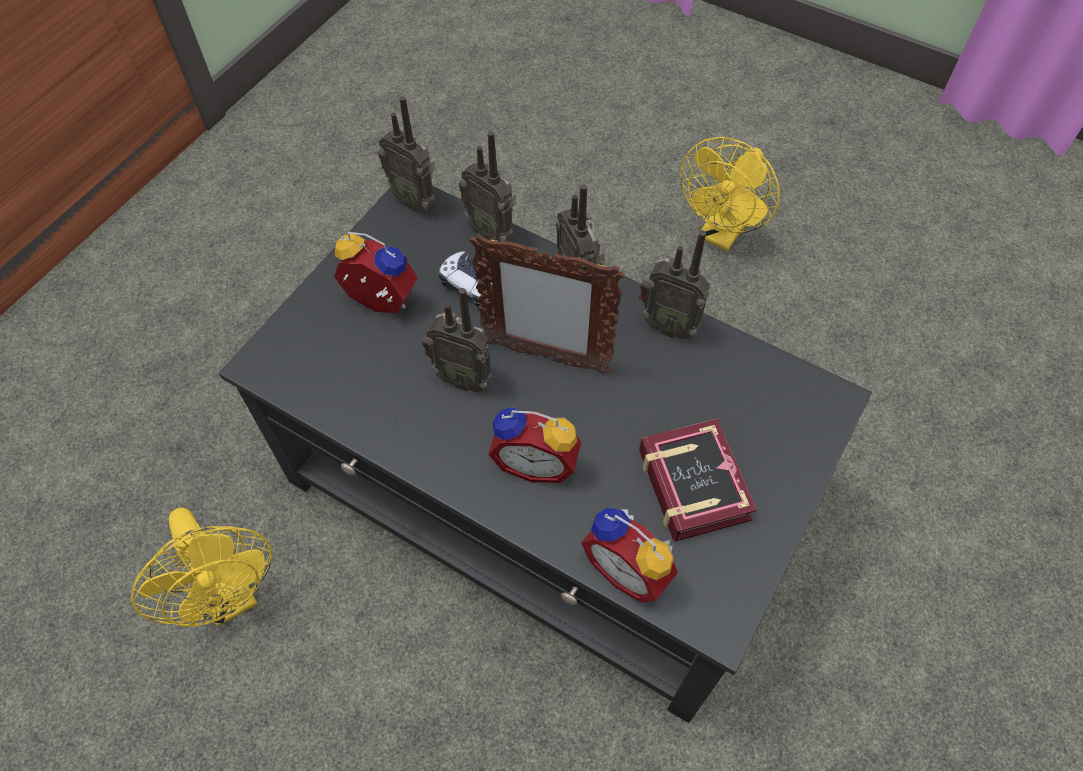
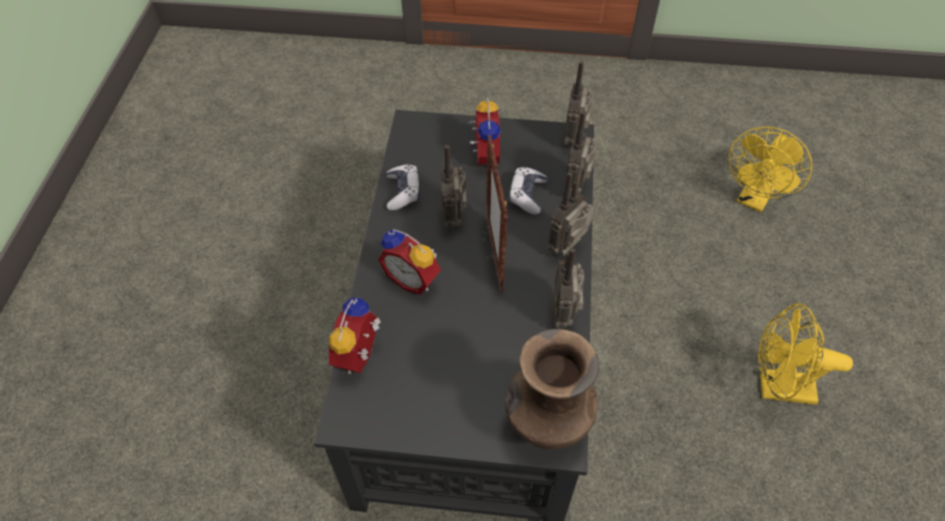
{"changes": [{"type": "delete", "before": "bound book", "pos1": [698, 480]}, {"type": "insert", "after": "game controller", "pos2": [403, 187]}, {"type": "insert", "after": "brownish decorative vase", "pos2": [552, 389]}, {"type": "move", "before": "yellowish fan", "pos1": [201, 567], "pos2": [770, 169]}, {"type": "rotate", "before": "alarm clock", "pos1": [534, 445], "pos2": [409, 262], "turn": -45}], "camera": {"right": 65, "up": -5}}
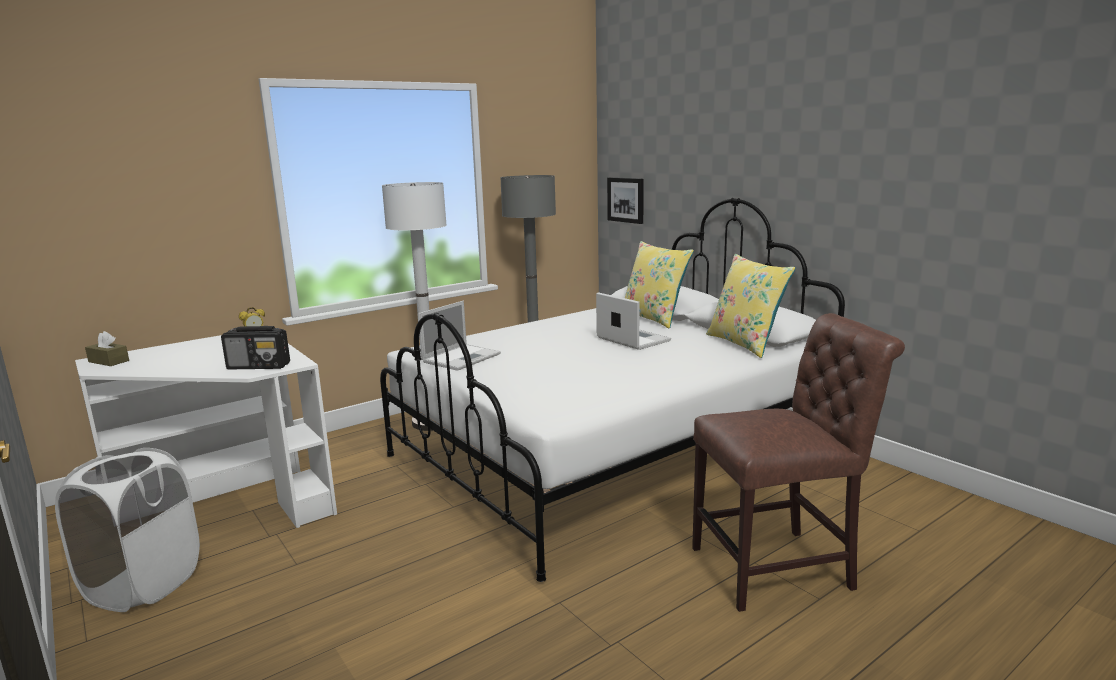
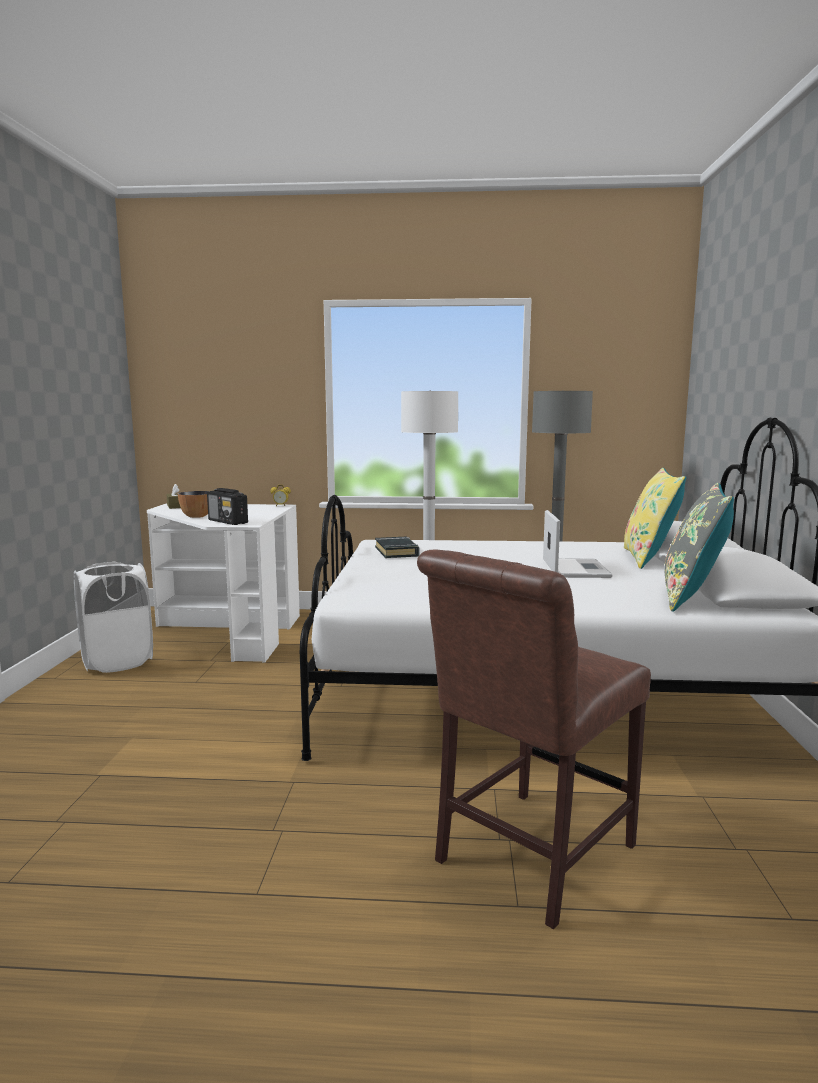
{"changes": [{"type": "delete", "before": "wall art", "pos1": [625, 200]}, {"type": "insert", "after": "serving bowl", "pos2": [194, 504]}, {"type": "replace", "before": "portable computer", "after": "black bound book", "pos1": [459, 336], "pos2": [397, 547]}, {"type": "recolor", "before": "yellowish throw pillow", "after": "gray throw pillow", "pos1": [750, 306], "pos2": [699, 547]}, {"type": "rotate", "before": "brownish upright chair", "pos1": [798, 462], "pos2": [534, 739], "turn": 105}], "camera": {"right": 40, "up": -5}}
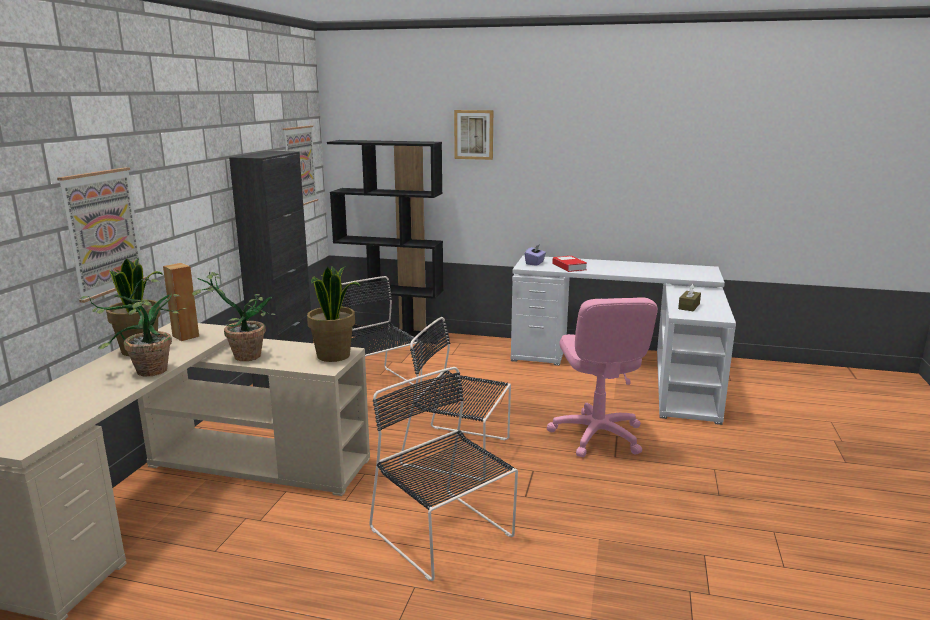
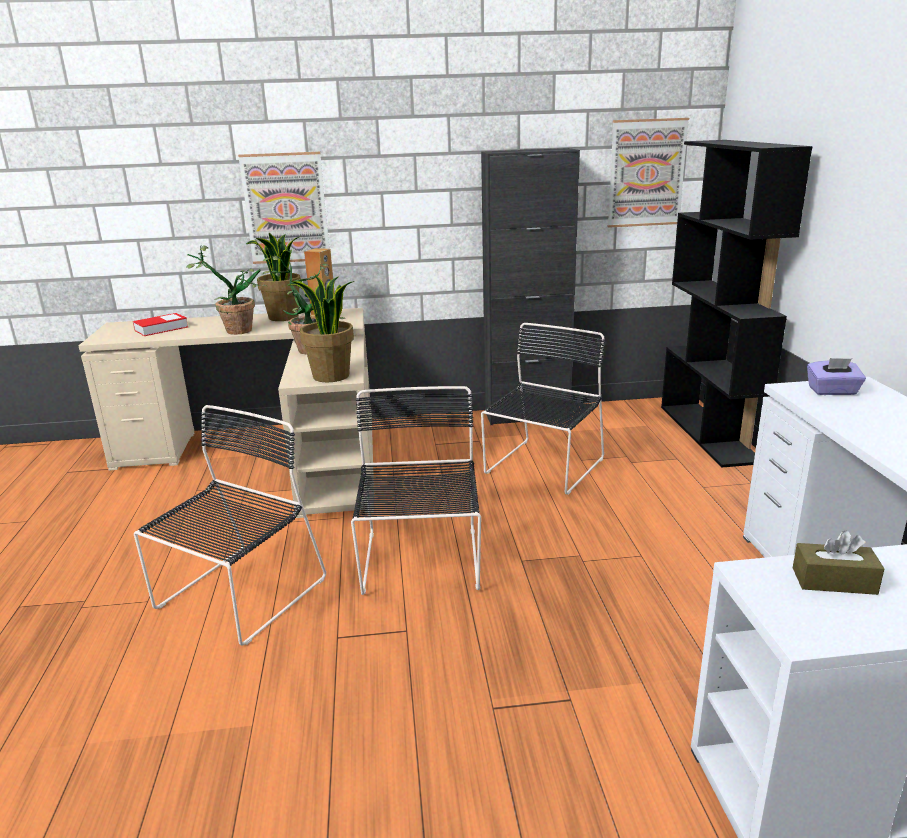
{"changes": [{"type": "delete", "before": "wall art", "pos1": [473, 135]}, {"type": "delete", "before": "pink-coloured office chair", "pos1": [602, 377]}, {"type": "move", "before": "bound book", "pos1": [569, 264], "pos2": [160, 324]}], "camera": {"right": 70, "up": 5}}
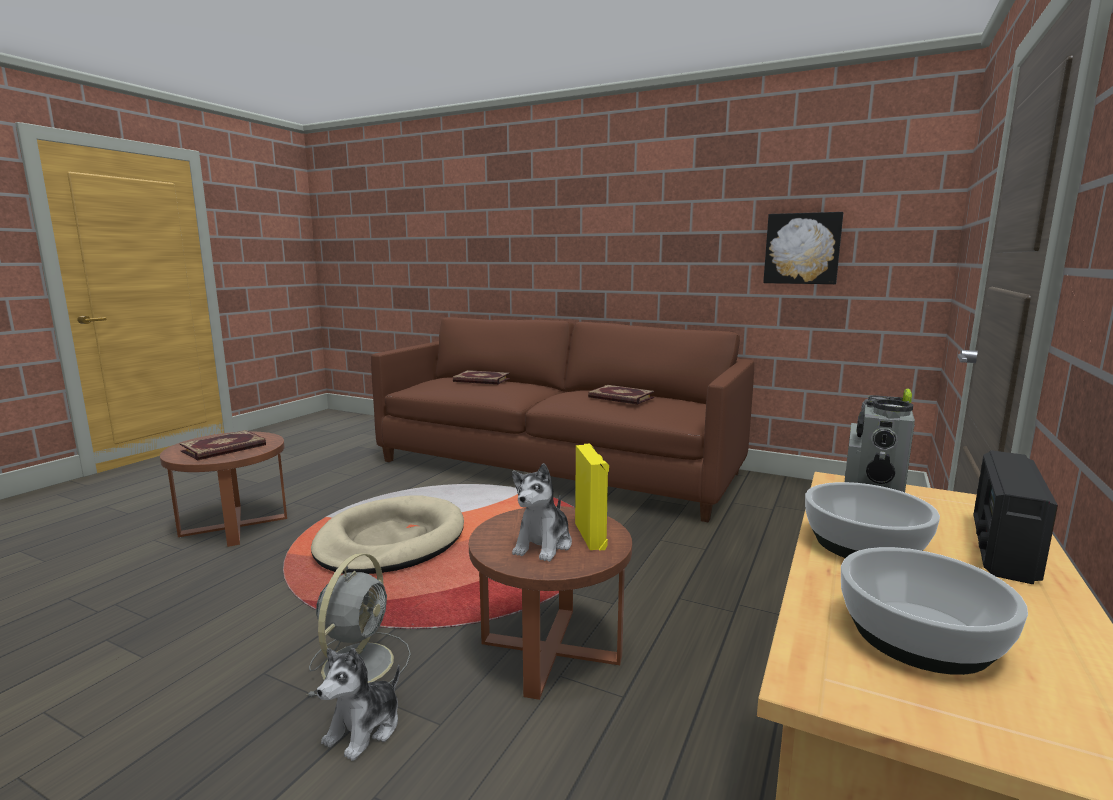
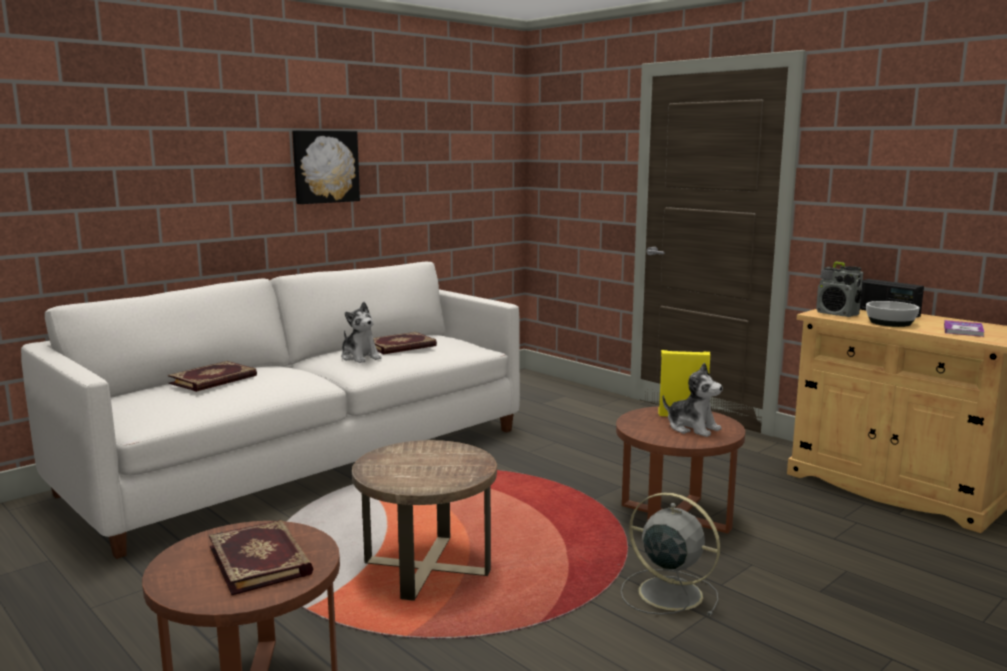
{"changes": [{"type": "move", "before": "soft toy", "pos1": [358, 704], "pos2": [361, 332]}, {"type": "move", "before": "wall art", "pos1": [803, 248], "pos2": [326, 167]}, {"type": "replace", "before": "sand-coloured pet bed", "after": "brownish side table", "pos1": [387, 534], "pos2": [424, 520]}, {"type": "replace", "before": "serving bowl", "after": "bound book", "pos1": [934, 611], "pos2": [964, 328]}, {"type": "recolor", "before": "brownish sofa", "after": "white sofa", "pos1": [562, 420], "pos2": [270, 410]}], "camera": {"right": -70, "up": 0}}
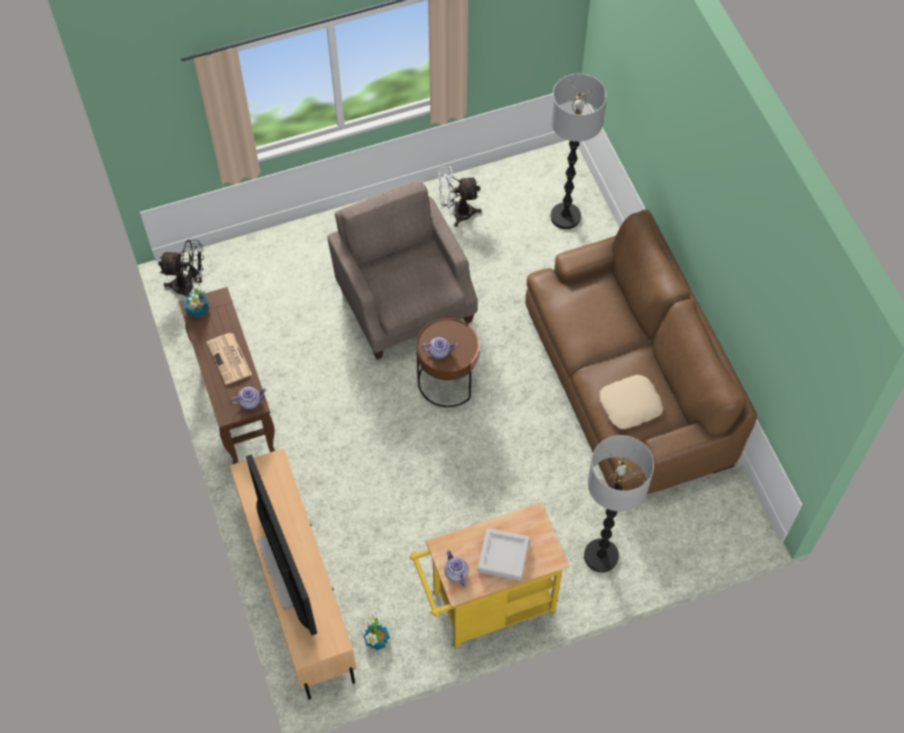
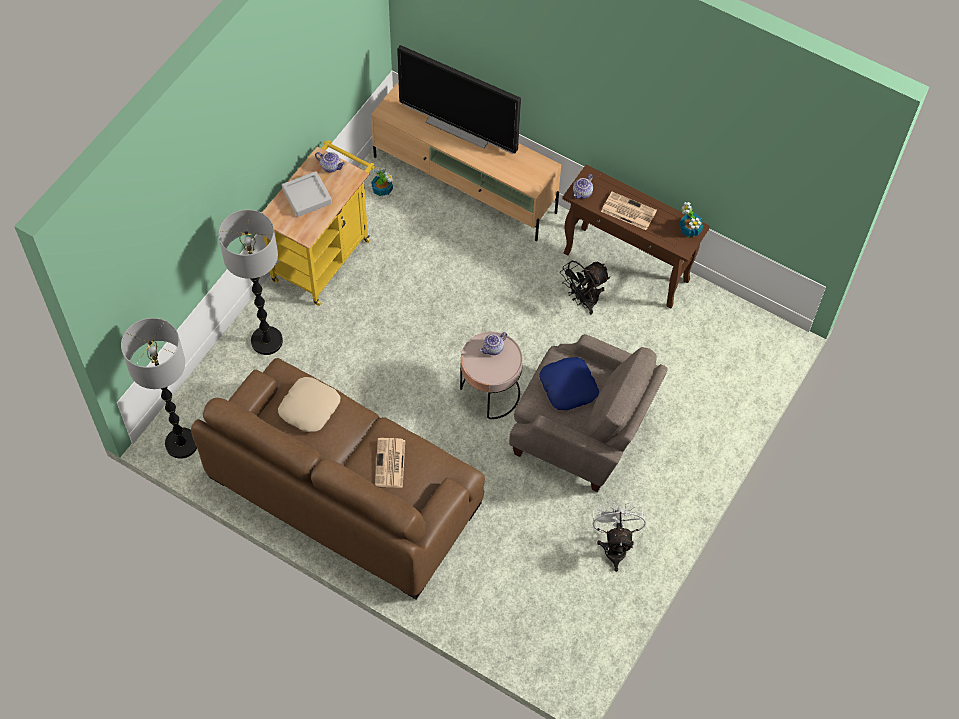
{"changes": [{"type": "insert", "after": "daily paper", "pos2": [390, 463]}, {"type": "insert", "after": "bluish throw pillow", "pos2": [569, 383]}, {"type": "move", "before": "black fan", "pos1": [181, 268], "pos2": [585, 288]}, {"type": "move", "before": "standing lamp", "pos1": [578, 151], "pos2": [159, 388]}, {"type": "recolor", "before": "brownish side table", "after": "pink-coloured side table", "pos1": [447, 362], "pos2": [491, 375]}, {"type": "rotate", "before": "white fan", "pos1": [460, 196], "pos2": [619, 537], "turn": -45}], "camera": {"right": 140, "up": 0}}
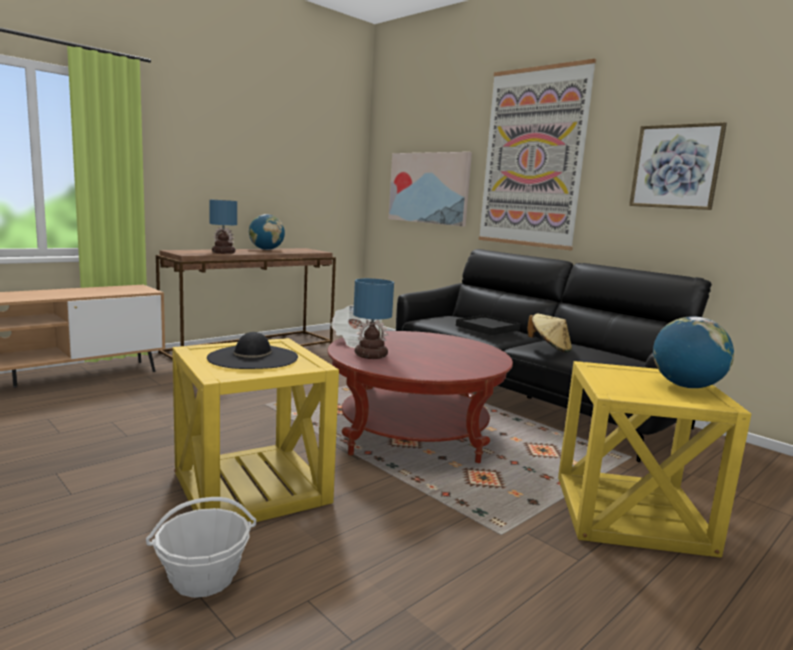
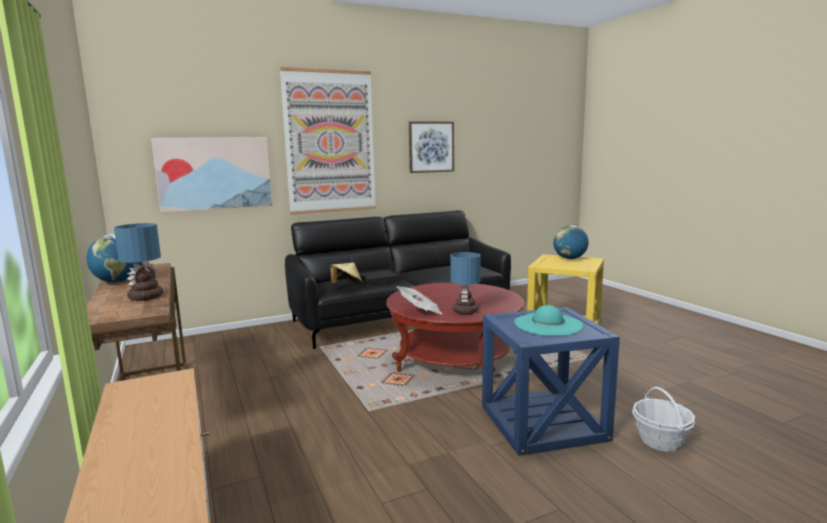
{"changes": [{"type": "move", "before": "sand-coloured hat", "pos1": [550, 333], "pos2": [346, 273]}, {"type": "recolor", "before": "yellowish side table", "after": "bluish side table", "pos1": [255, 430], "pos2": [551, 381]}, {"type": "recolor", "before": "black hat", "after": "blue-green hat", "pos1": [252, 350], "pos2": [549, 320]}], "camera": {"right": -70, "up": 0}}
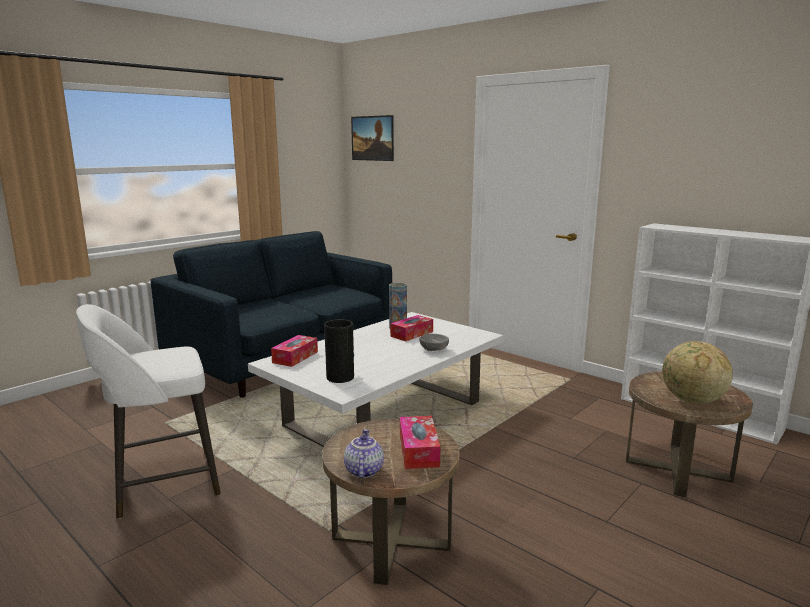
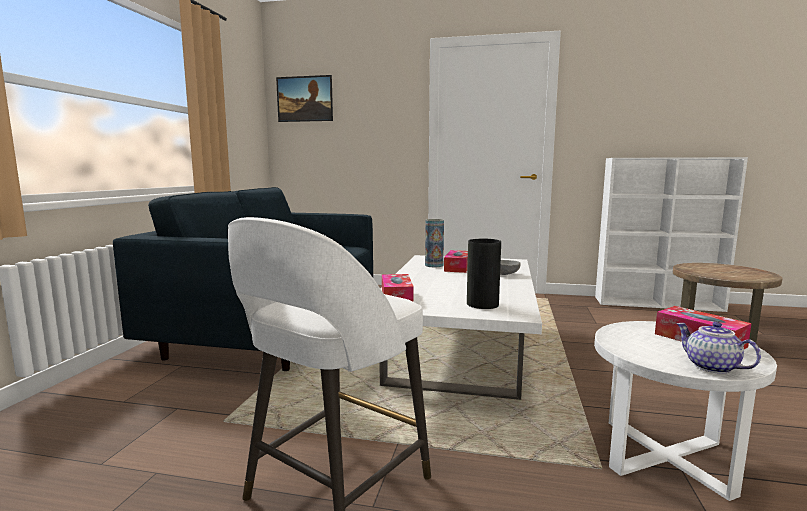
{"changes": [{"type": "delete", "before": "world globe", "pos1": [697, 372]}, {"type": "recolor", "before": "brownish side table", "after": "white side table", "pos1": [391, 502], "pos2": [685, 411]}], "camera": {"right": -30, "up": -5}}
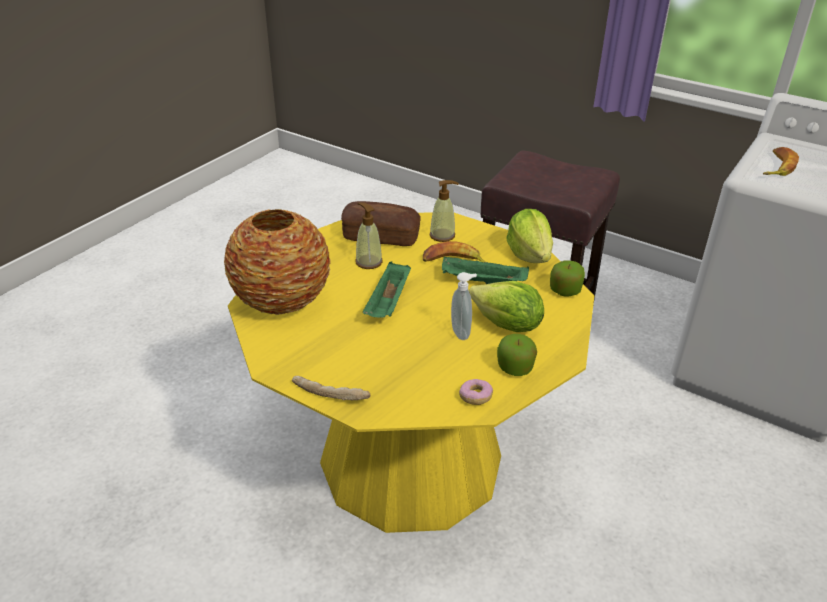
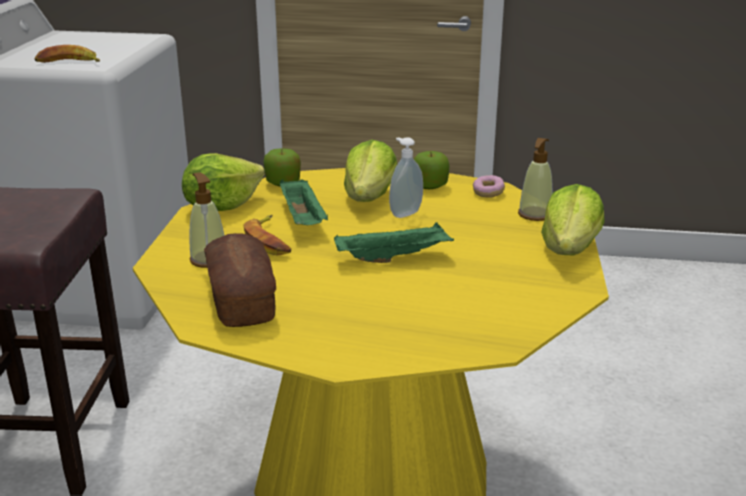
{"changes": [{"type": "delete", "before": "decorative vase", "pos1": [277, 262]}, {"type": "move", "before": "soap bottle", "pos1": [369, 235], "pos2": [535, 179]}, {"type": "replace", "before": "bakery bread", "after": "lettuce head", "pos1": [331, 388], "pos2": [573, 219]}], "camera": {"right": -115, "up": -10}}
